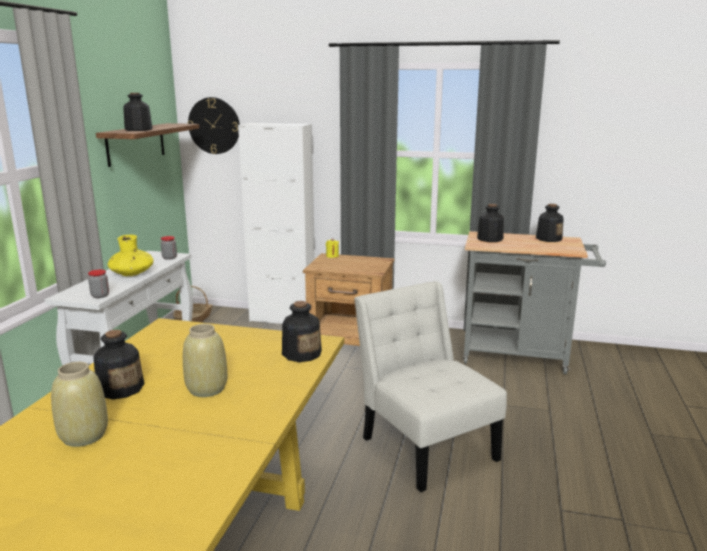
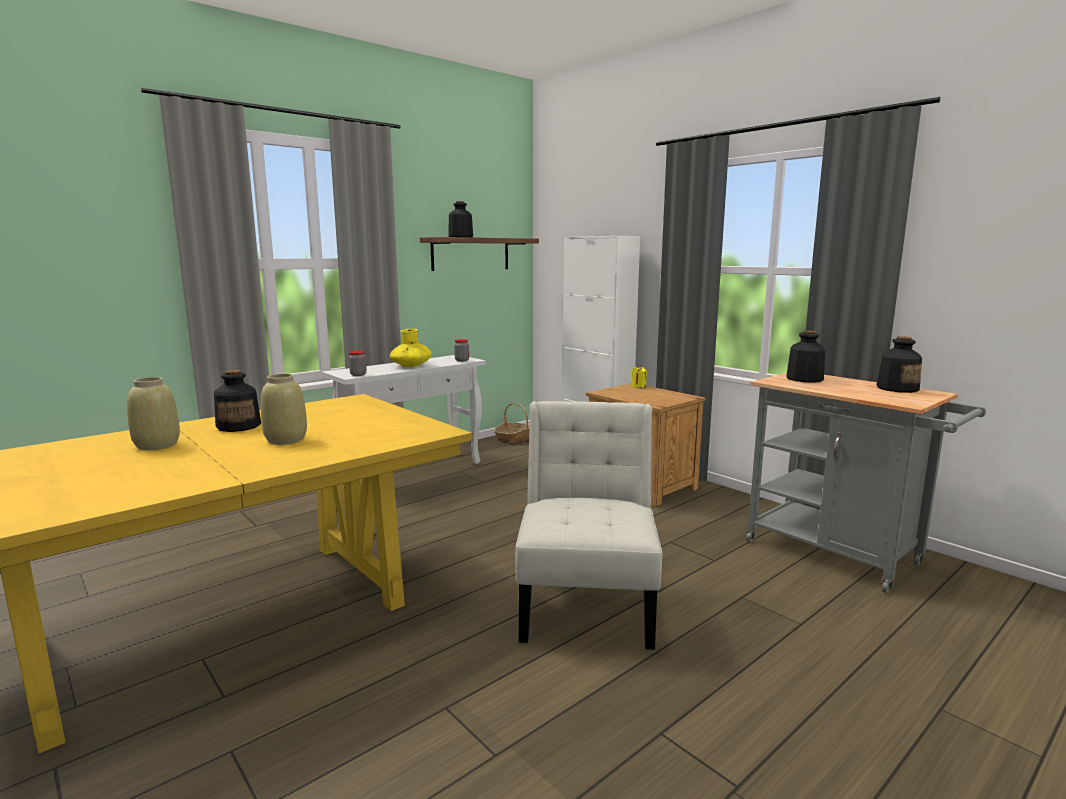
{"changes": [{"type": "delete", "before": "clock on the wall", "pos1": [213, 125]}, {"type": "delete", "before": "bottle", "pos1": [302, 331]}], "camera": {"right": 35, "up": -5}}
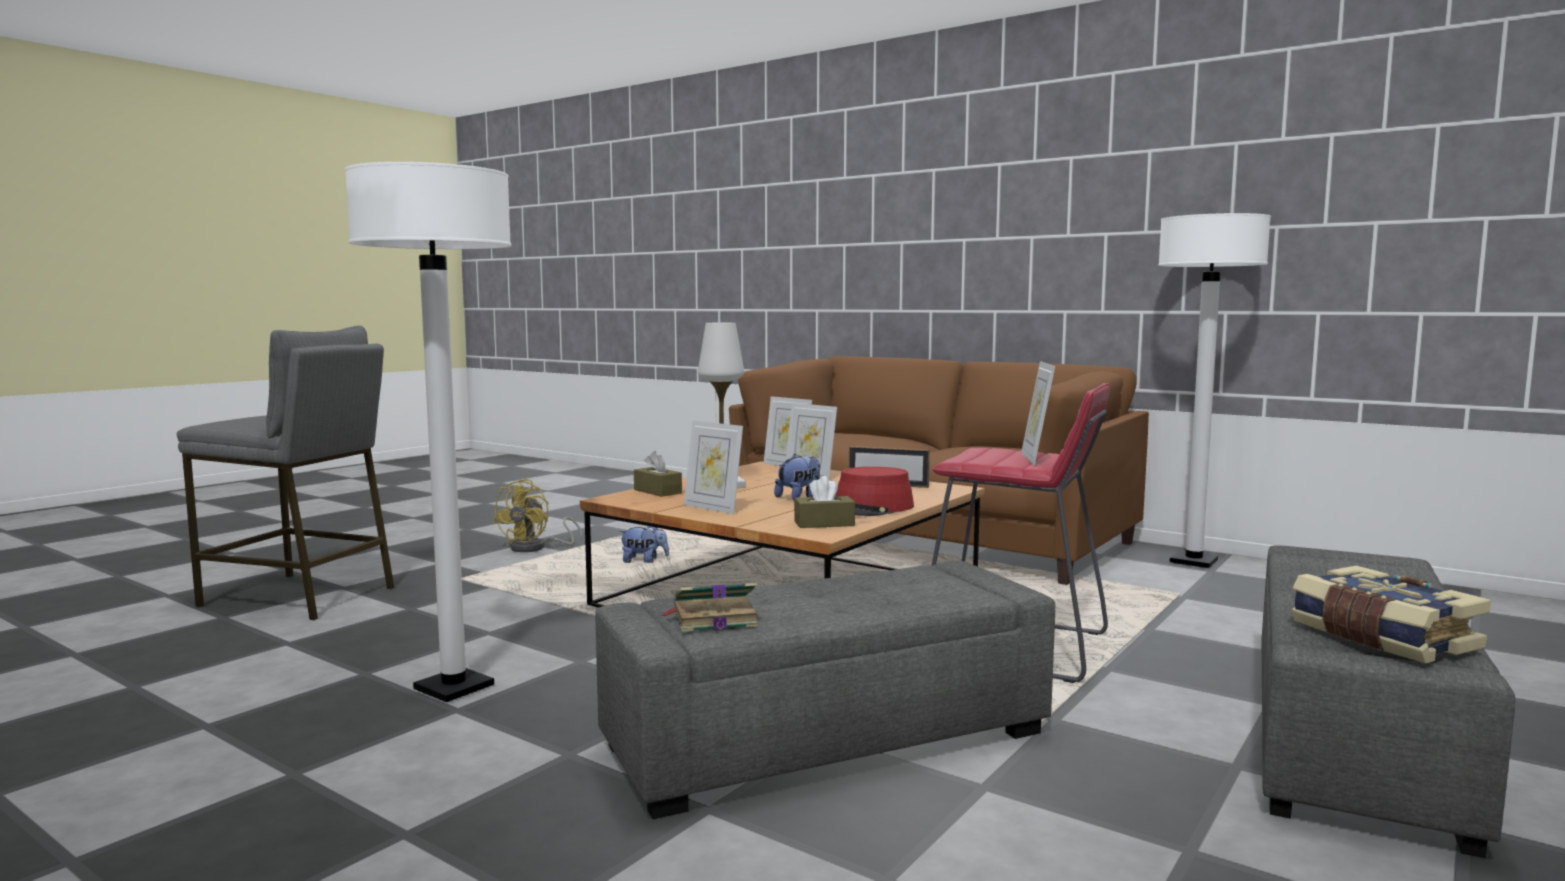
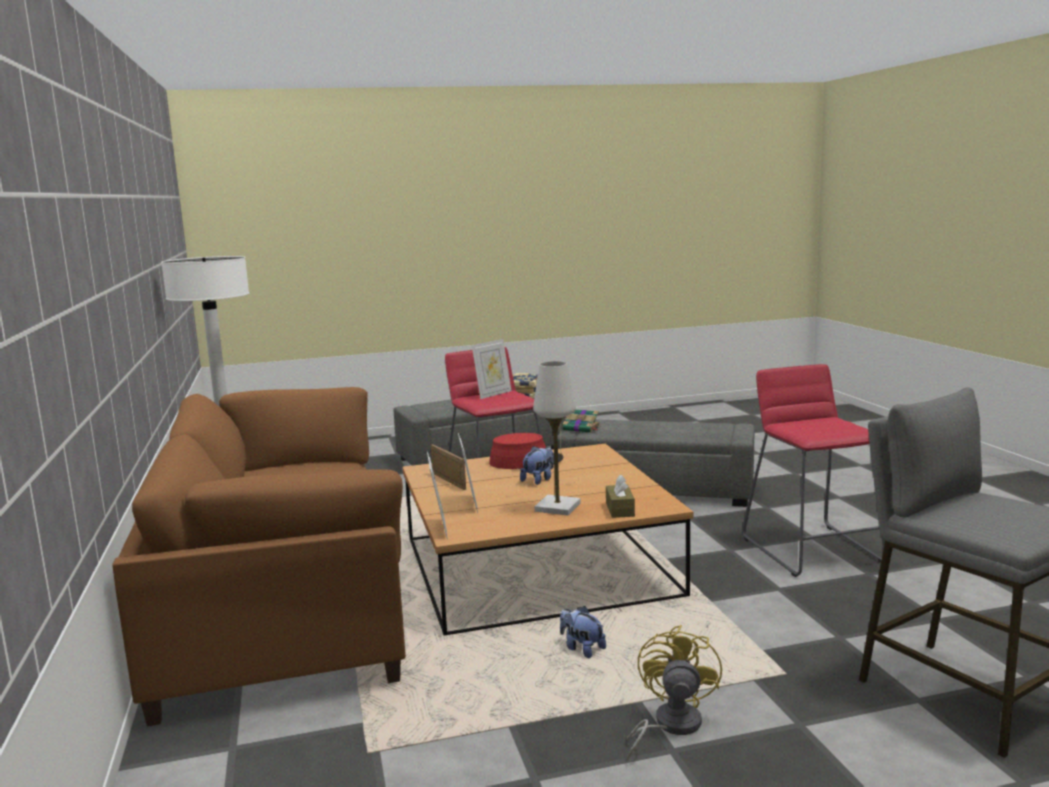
{"changes": [{"type": "delete", "before": "standing frame", "pos1": [713, 467]}, {"type": "delete", "before": "brownish tissue box", "pos1": [824, 502]}, {"type": "move", "before": "bound book", "pos1": [709, 607], "pos2": [581, 421]}, {"type": "replace", "before": "white standing lamp", "after": "red stool seat", "pos1": [428, 432], "pos2": [813, 470]}, {"type": "rotate", "before": "yellowish fan", "pos1": [537, 515], "pos2": [674, 693], "turn": -45}, {"type": "rotate", "before": "soft toy", "pos1": [797, 477], "pos2": [536, 465], "turn": 135}], "camera": {"right": -140, "up": 5}}
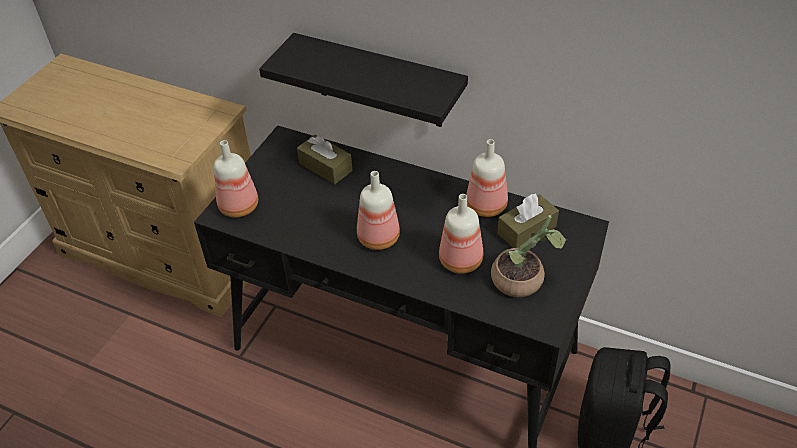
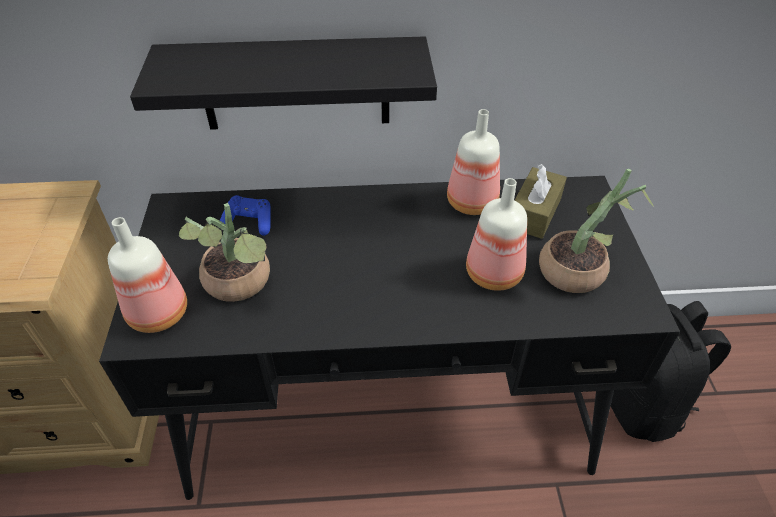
{"changes": [{"type": "delete", "before": "bottle", "pos1": [378, 210]}, {"type": "insert", "after": "houseplant", "pos2": [224, 252]}, {"type": "replace", "before": "brownish tissue box", "after": "bluish game controller", "pos1": [325, 159], "pos2": [245, 215]}], "camera": {"right": -30, "up": 0}}
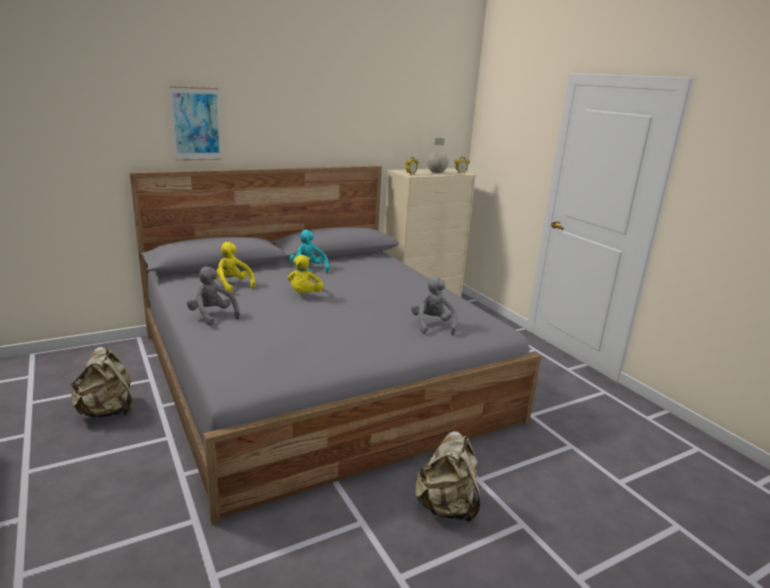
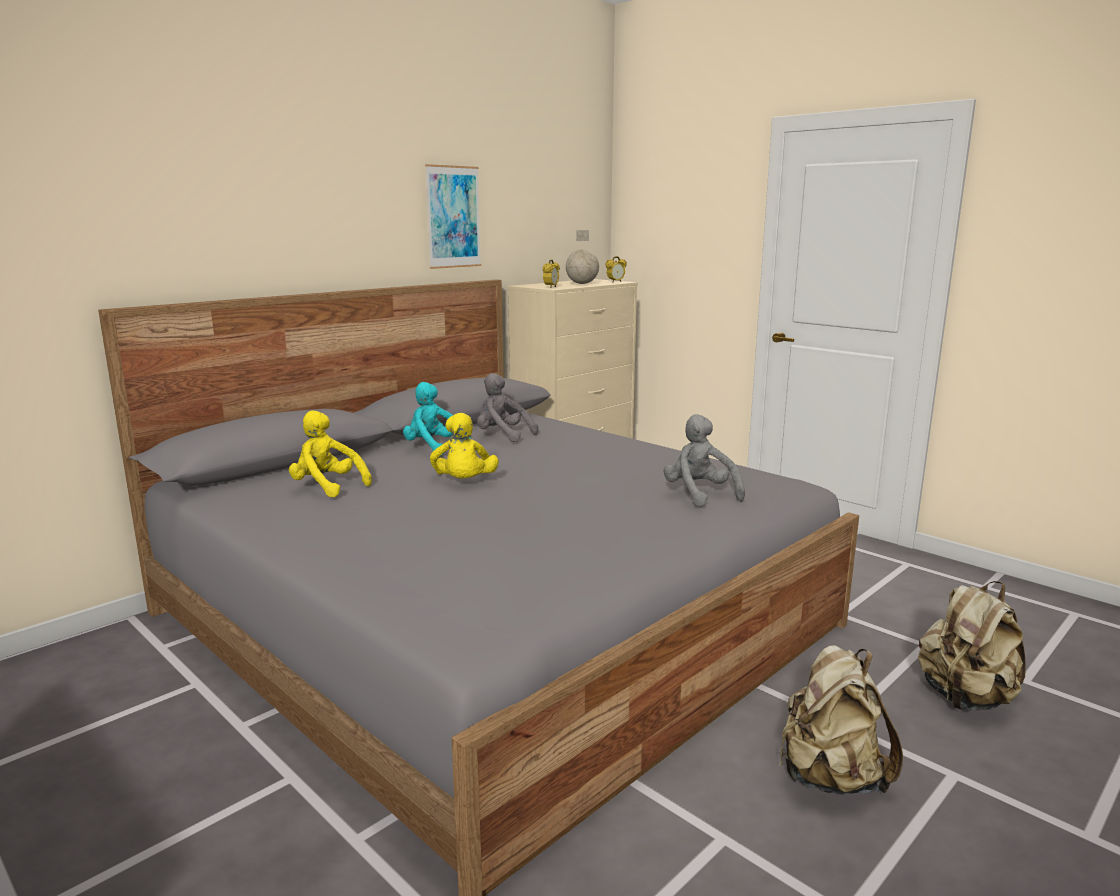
{"changes": [{"type": "move", "before": "sand-coloured knapsack", "pos1": [101, 382], "pos2": [972, 646]}, {"type": "move", "before": "wall art", "pos1": [196, 123], "pos2": [453, 216]}, {"type": "move", "before": "gray soft toy", "pos1": [213, 296], "pos2": [507, 407]}], "camera": {"right": -15, "up": -5}}
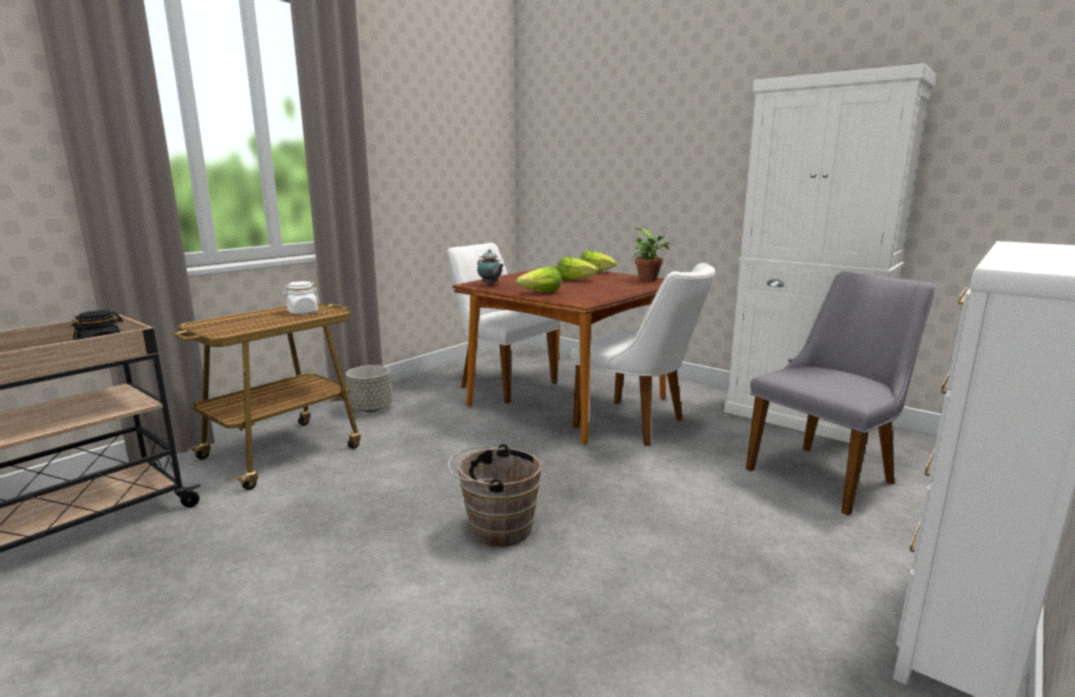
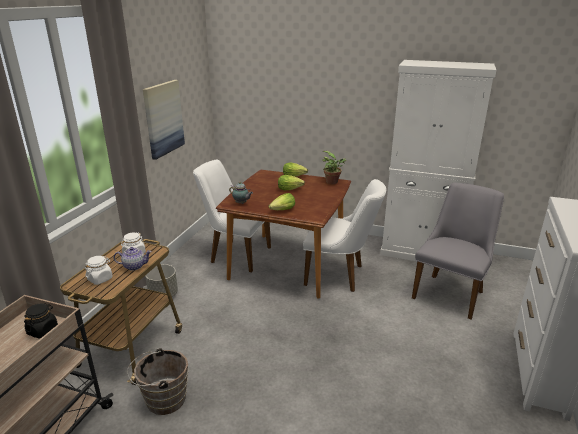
{"changes": [{"type": "insert", "after": "white storage jar", "pos2": [99, 270]}, {"type": "insert", "after": "pot for tea", "pos2": [133, 259]}, {"type": "insert", "after": "wall art", "pos2": [164, 120]}, {"type": "move", "before": "brownish bucket", "pos1": [495, 495], "pos2": [157, 381]}], "camera": {"right": -20, "up": 10}}
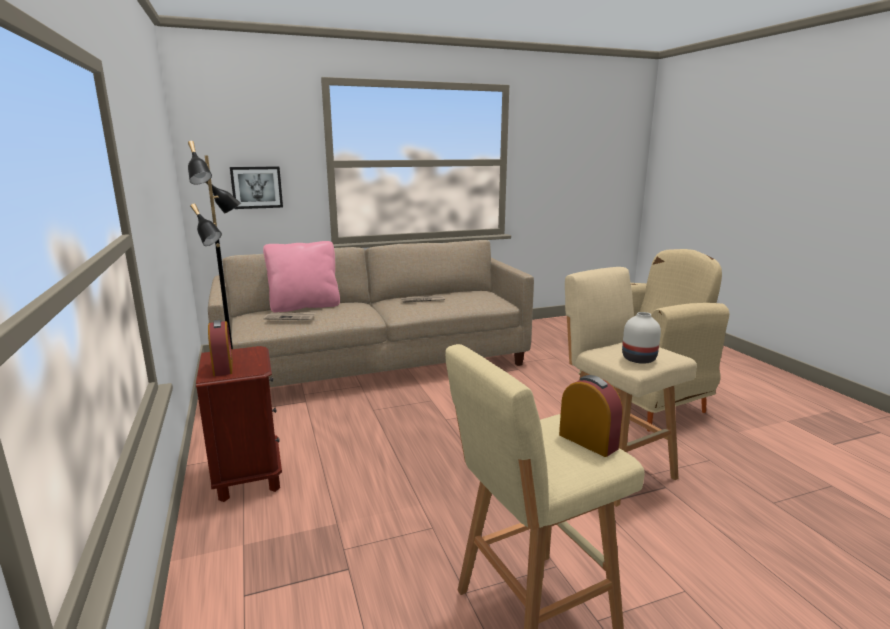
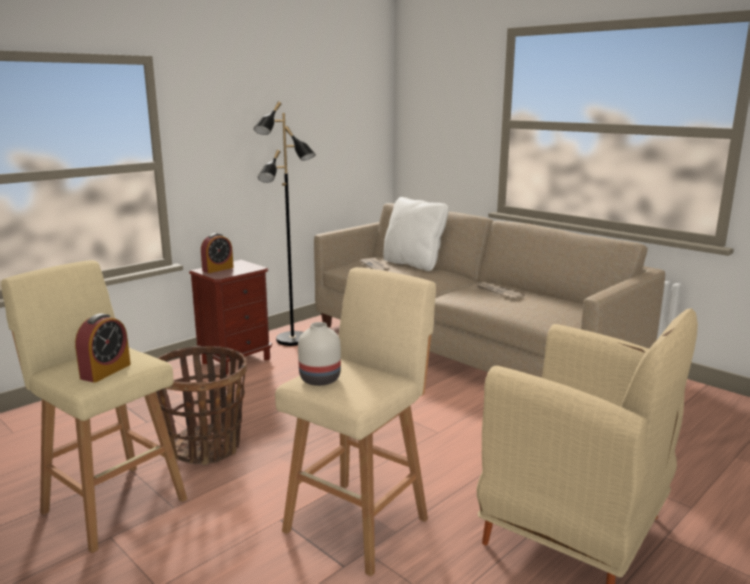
{"changes": [{"type": "delete", "before": "wall art", "pos1": [256, 187]}, {"type": "insert", "after": "storage basket", "pos2": [201, 405]}, {"type": "recolor", "before": "pink-coloured throw pillow", "after": "white throw pillow", "pos1": [301, 277], "pos2": [416, 234]}], "camera": {"right": 65, "up": 0}}
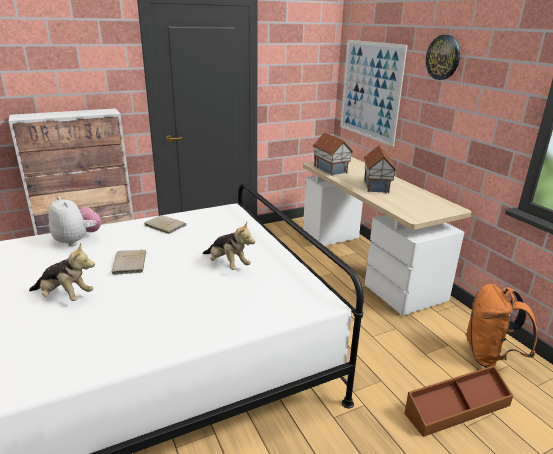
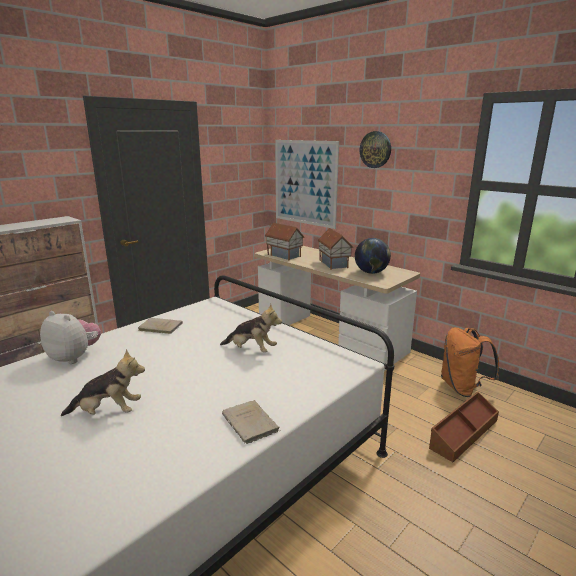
{"changes": [{"type": "insert", "after": "world globe", "pos2": [373, 256]}, {"type": "move", "before": "sand-coloured bound book", "pos1": [129, 262], "pos2": [250, 422]}], "camera": {"right": -20, "up": -5}}
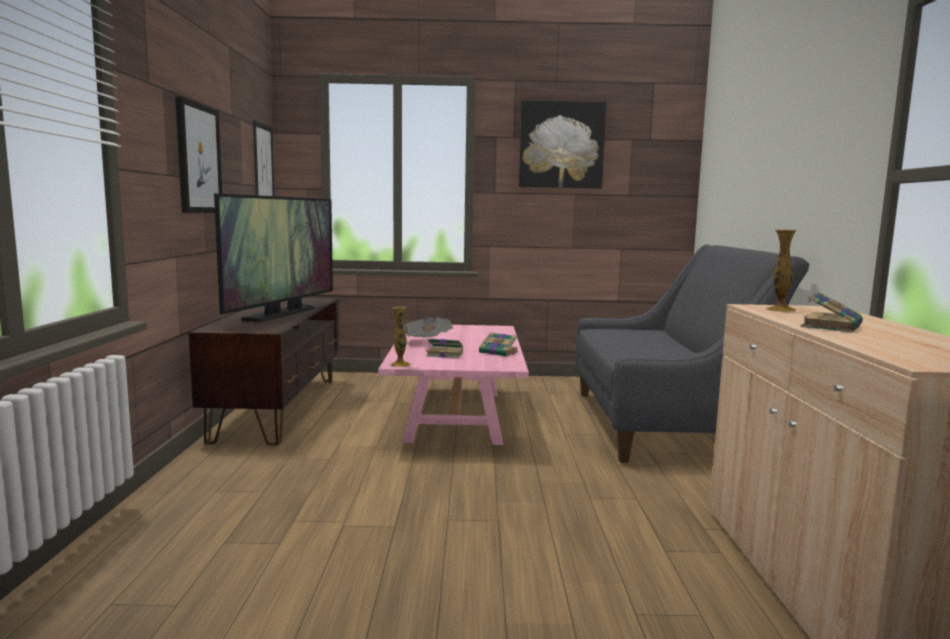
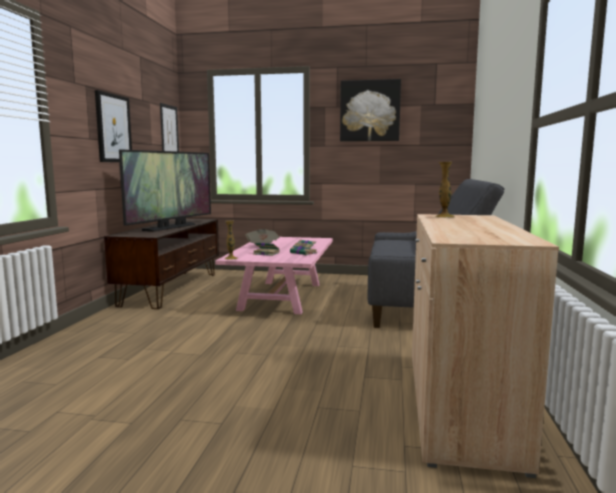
{"changes": [{"type": "delete", "before": "bound book", "pos1": [832, 312]}], "camera": {"right": 10, "up": 0}}
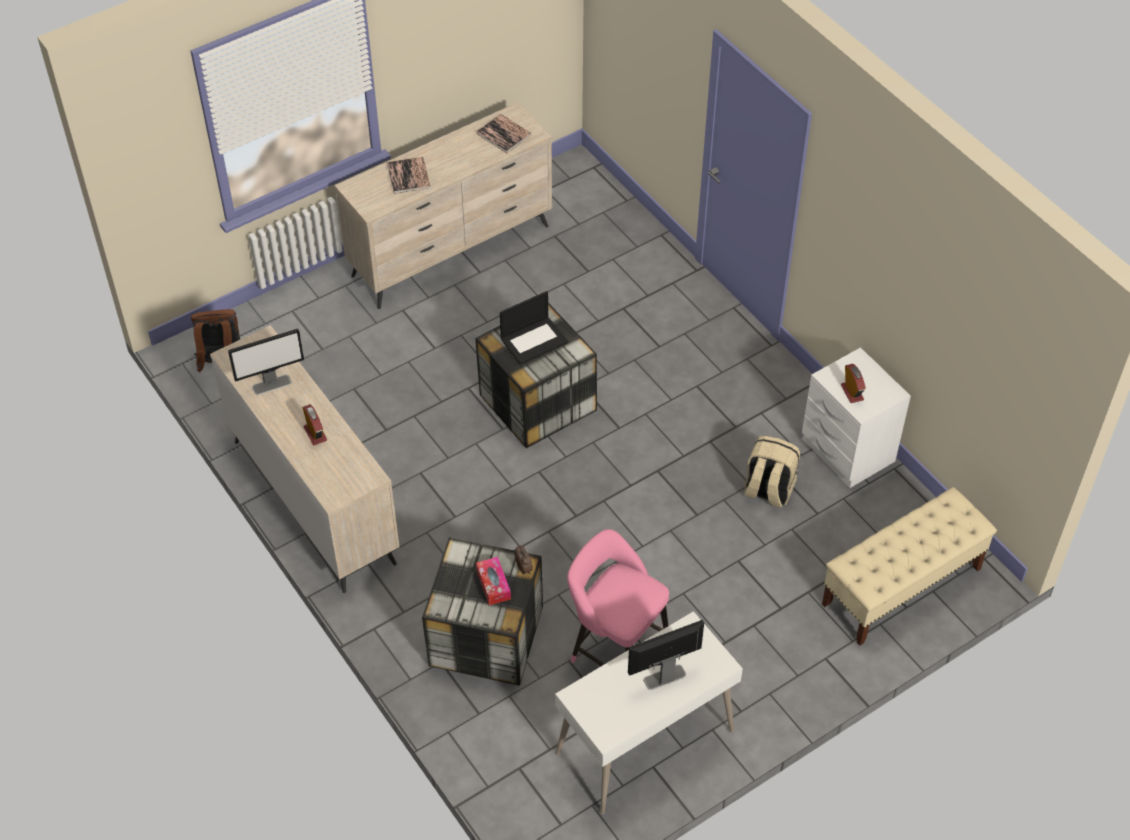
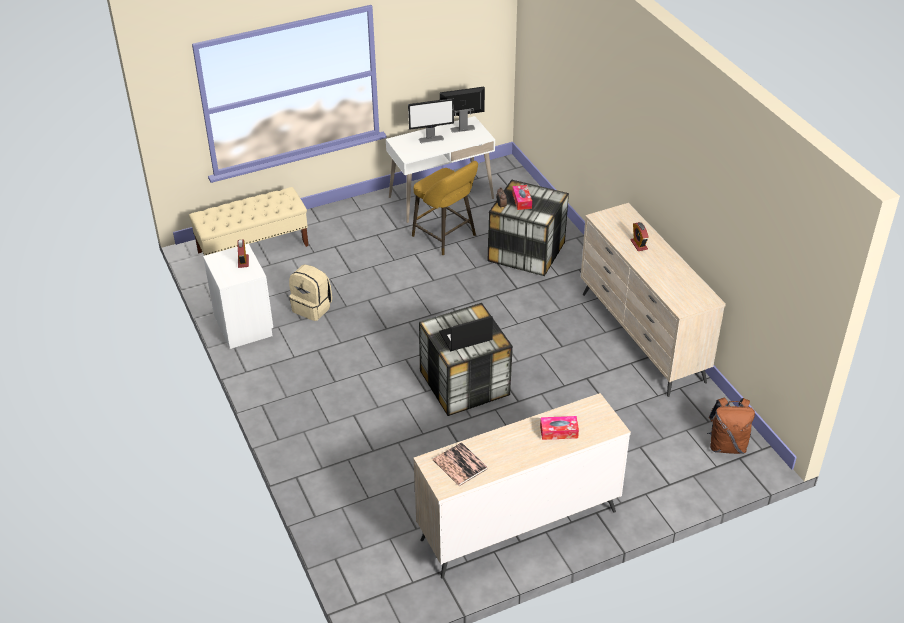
{"changes": [{"type": "move", "before": "monitor", "pos1": [266, 362], "pos2": [462, 110]}, {"type": "replace", "before": "bound book", "after": "tissue box", "pos1": [409, 175], "pos2": [559, 428]}, {"type": "recolor", "before": "pink-coloured stool seat", "after": "yellowish stool seat", "pos1": [618, 597], "pos2": [445, 208]}], "camera": {"right": -170, "up": -10}}
